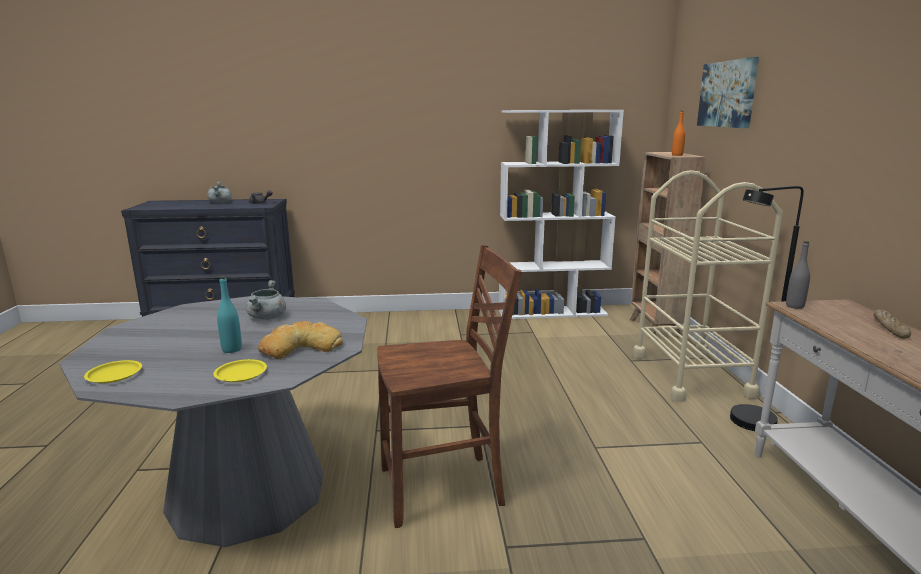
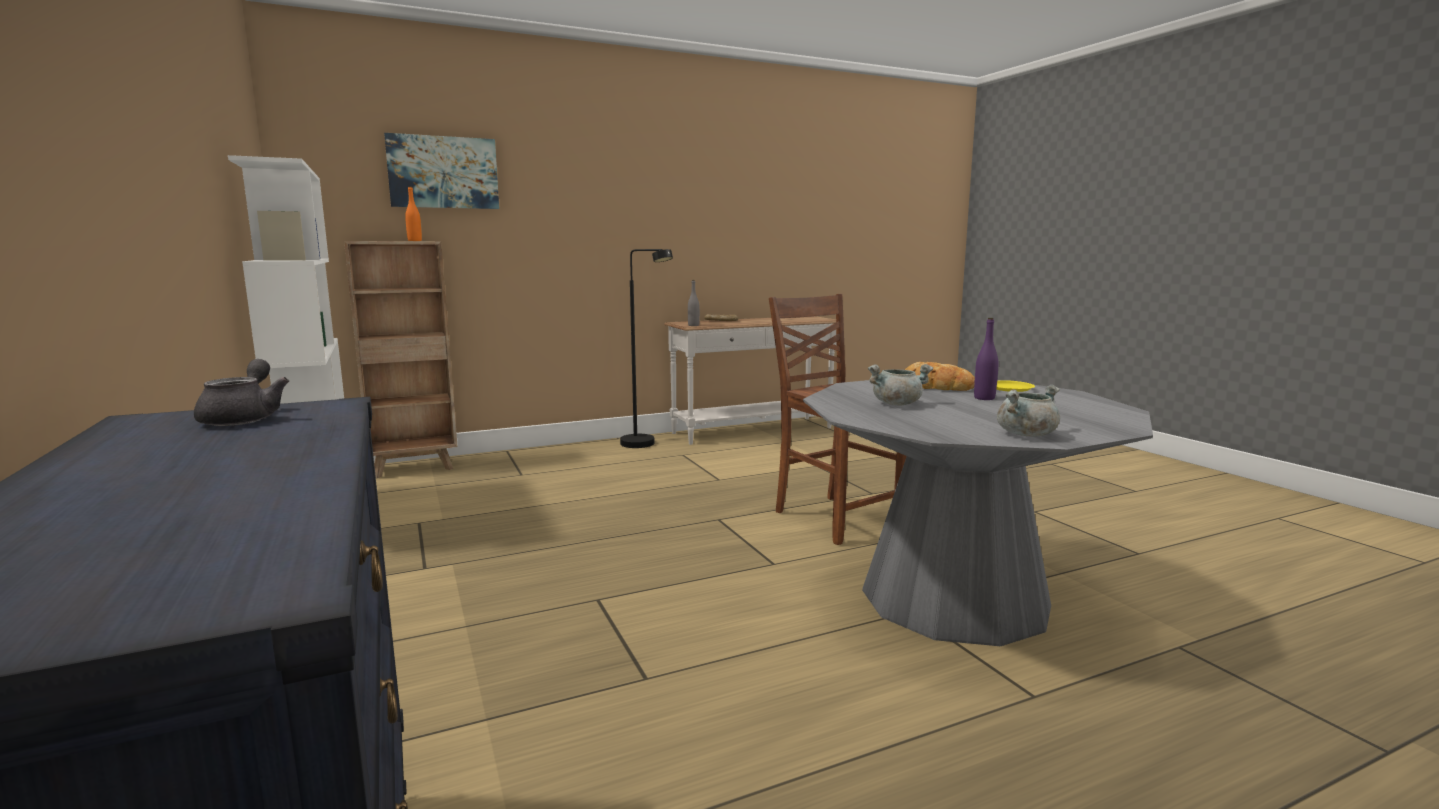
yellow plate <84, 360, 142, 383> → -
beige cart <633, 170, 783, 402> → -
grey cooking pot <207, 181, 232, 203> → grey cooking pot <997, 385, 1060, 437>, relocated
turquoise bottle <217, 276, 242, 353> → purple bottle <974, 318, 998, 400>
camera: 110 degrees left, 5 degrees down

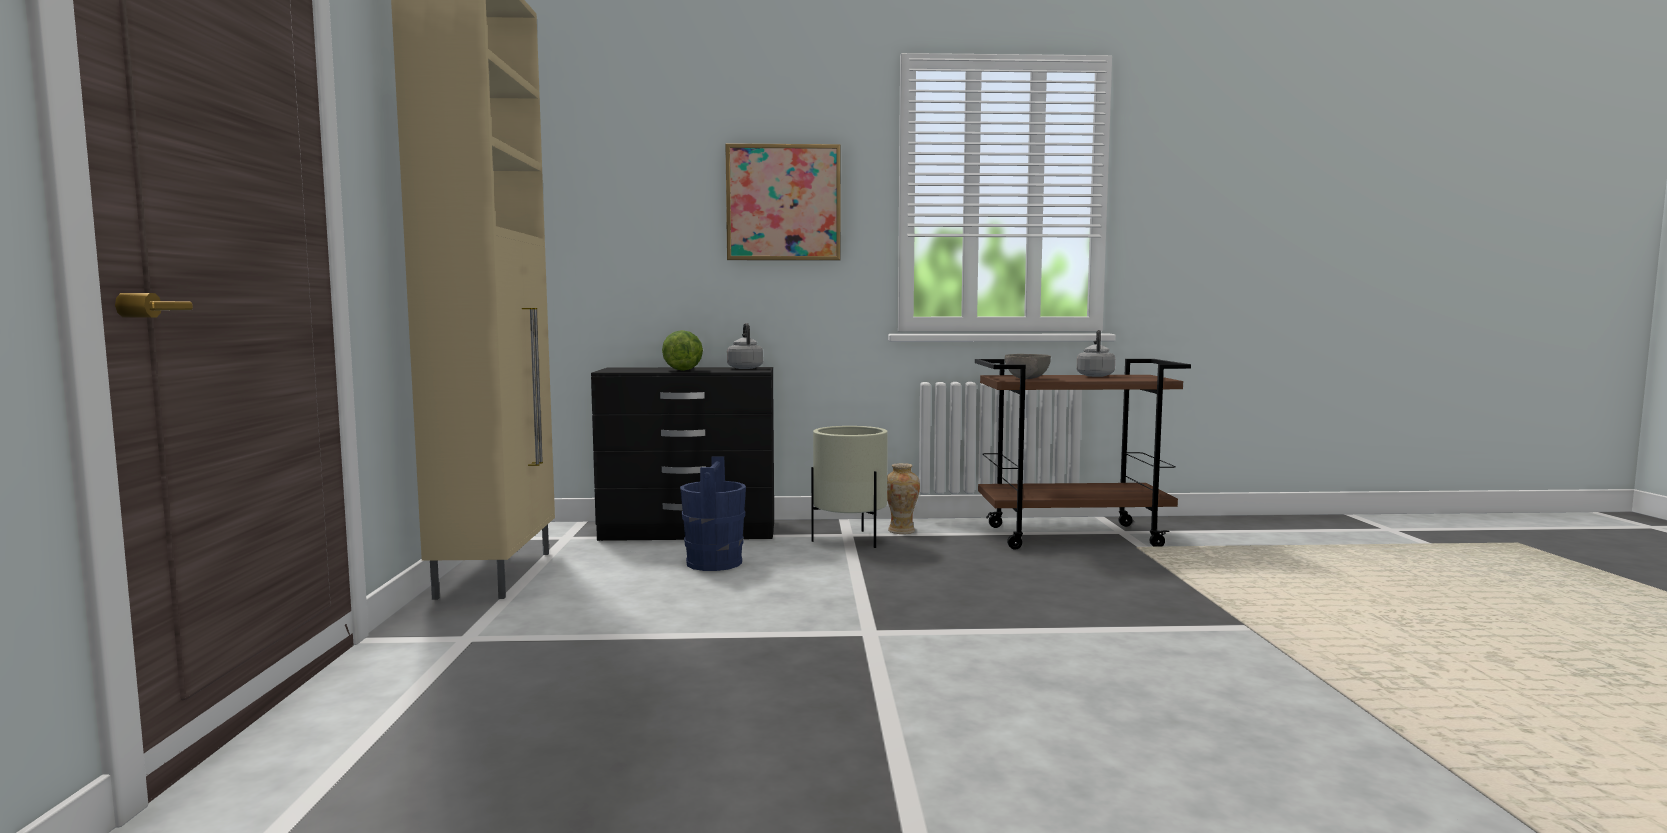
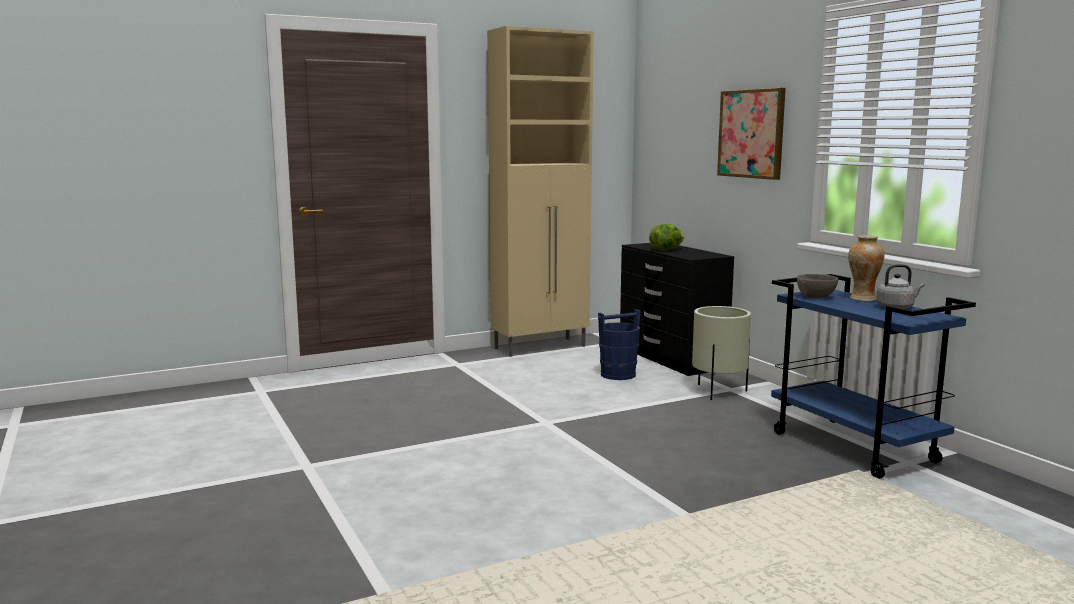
grey kettle <727, 323, 763, 369> → -
vase <887, 463, 920, 534> → vase <848, 235, 885, 301>, relocated
brown cart <975, 359, 1191, 550> → blue cart <771, 274, 976, 479>
camera: 65 degrees right, 5 degrees up

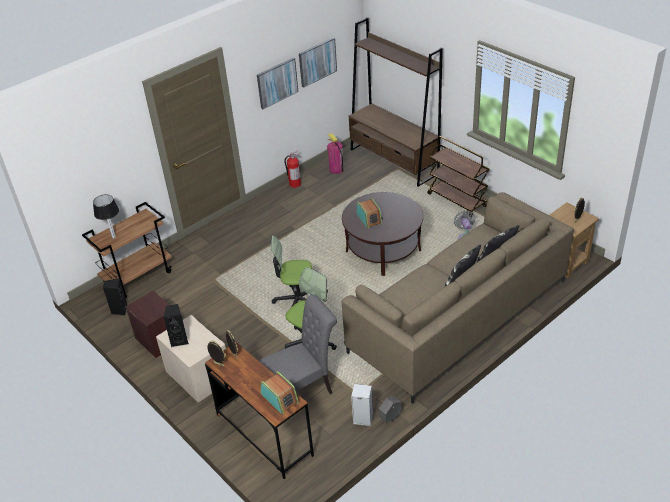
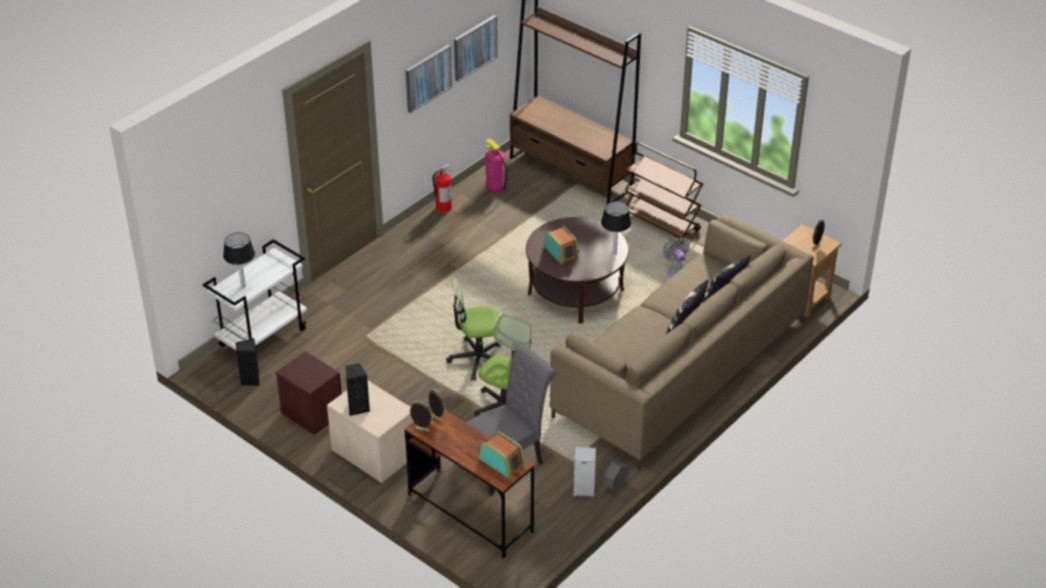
- → table lamp <601, 201, 631, 255>
brown cart <82, 202, 172, 298> → white cart <203, 239, 307, 350>
camera: 10 degrees left, 0 degrees up

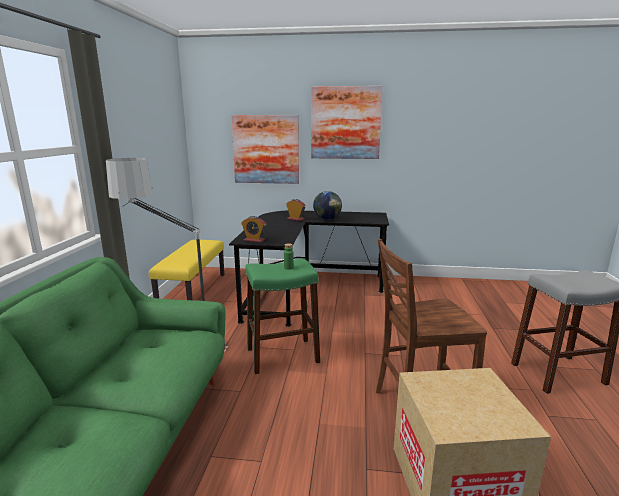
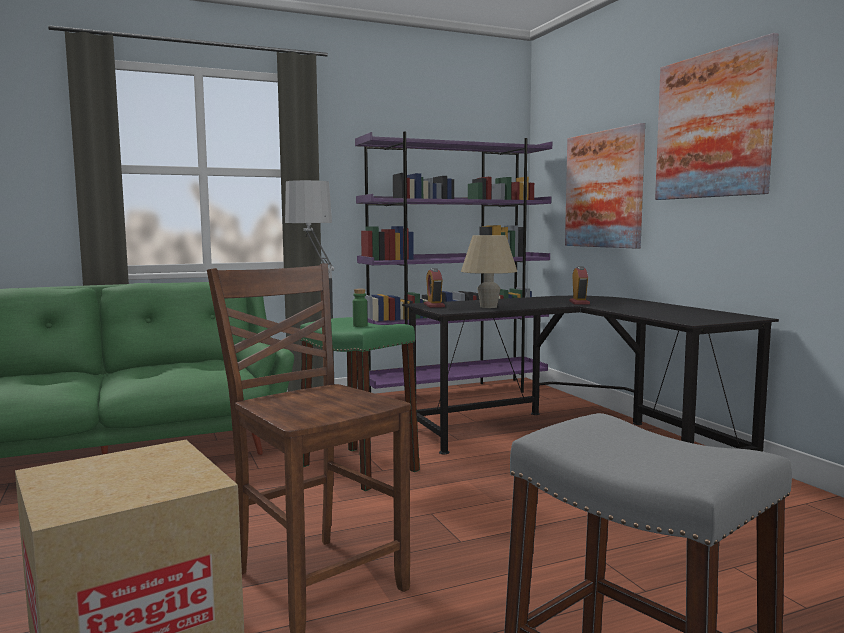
globe <313, 191, 342, 220> → -
- → beige table lamp <461, 235, 517, 308>
yellow bench <149, 240, 224, 300> → purple bookcase <355, 131, 552, 393>
camera: 60 degrees right, 10 degrees down

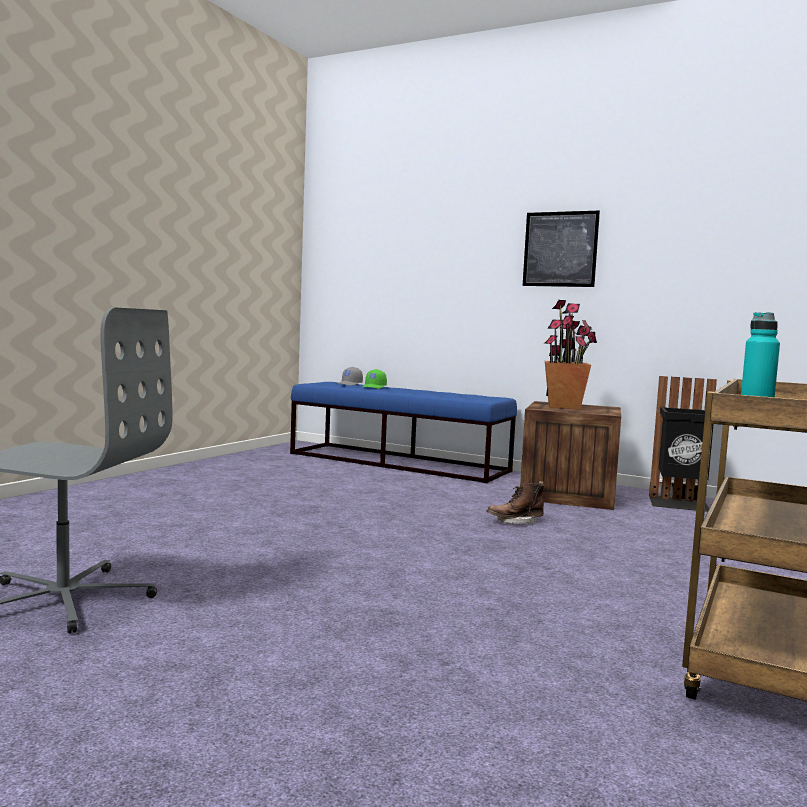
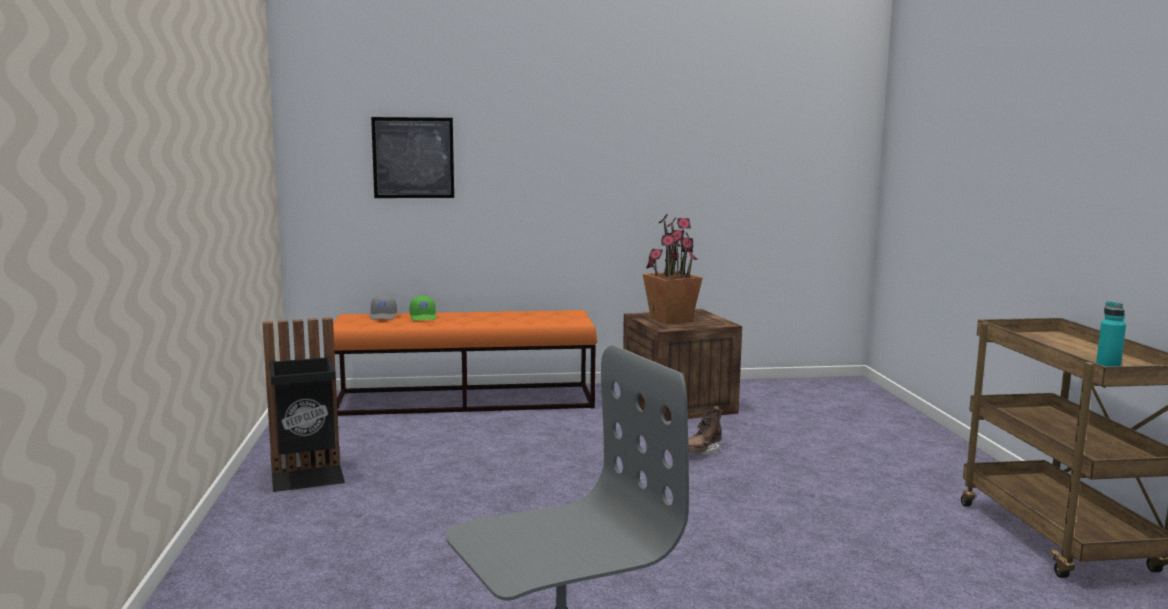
picture <523, 211, 600, 287> → picture <371, 117, 454, 198>, relocated
black trash can <649, 376, 717, 512> → black trash can <262, 317, 345, 492>, relocated
blue bench <290, 382, 517, 483> → orange bench <333, 310, 597, 416>
camera: 35 degrees left, 5 degrees up

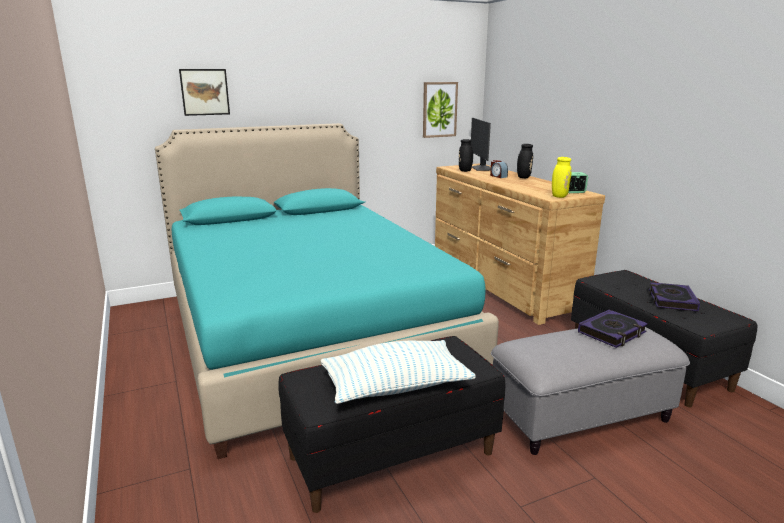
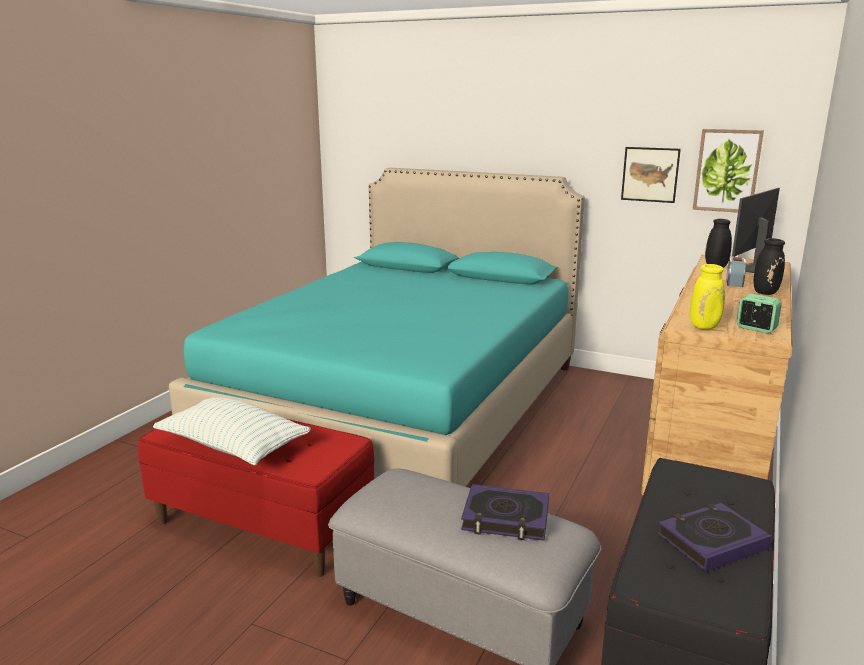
picture <179, 69, 230, 116> → picture <621, 147, 681, 203>, relocated
black bench <278, 336, 505, 513> → red bench <138, 419, 375, 577>
camera: 50 degrees right, 0 degrees up

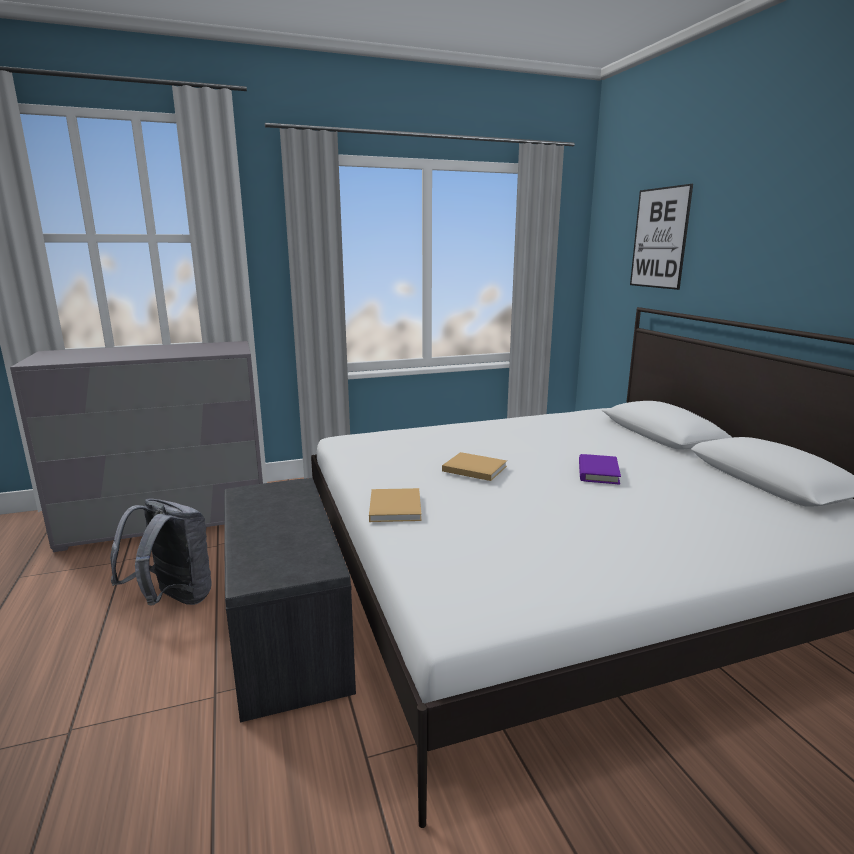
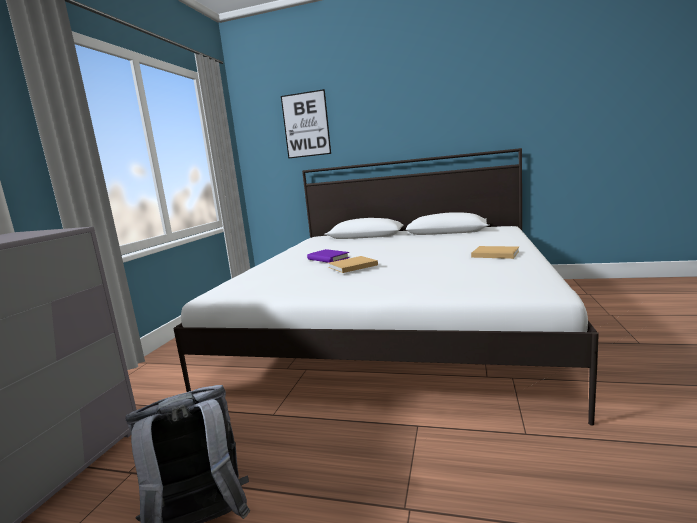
grey bench <224, 478, 356, 722> → -
beige book <369, 488, 421, 522> → beige book <471, 246, 519, 259>, relocated
purple book <579, 454, 621, 485> → purple book <307, 249, 350, 263>, relocated
camera: 55 degrees left, 5 degrees down

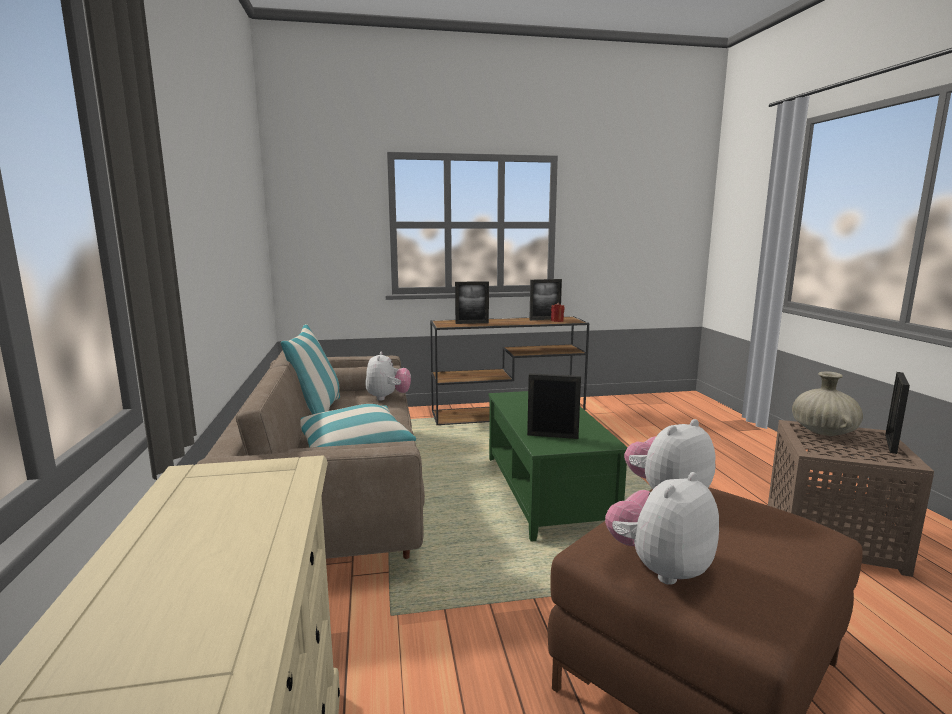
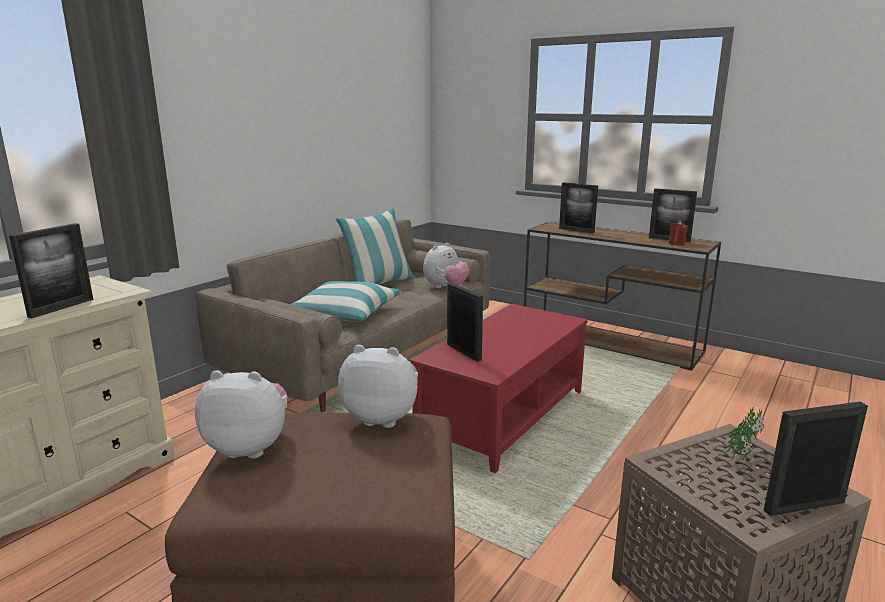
- → picture frame <9, 223, 93, 318>
beige vase <792, 372, 863, 436> → potted plant <727, 407, 764, 461>
green coffee table <489, 391, 628, 542> → red coffee table <409, 304, 588, 473>
camera: 45 degrees right, 5 degrees up

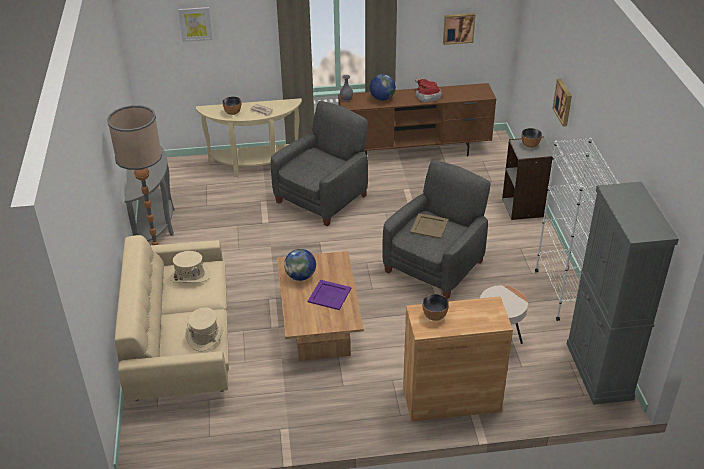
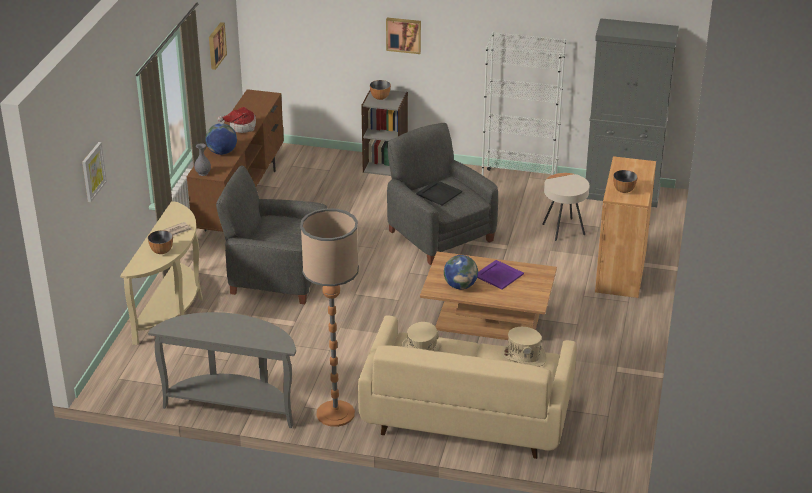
beige tray <410, 213, 449, 239> → black tray <416, 180, 462, 206>
grey armchair <271, 101, 368, 226> → grey armchair <216, 165, 327, 304>, 45 degrees counterclockwise
camera: 70 degrees left, 5 degrees down

